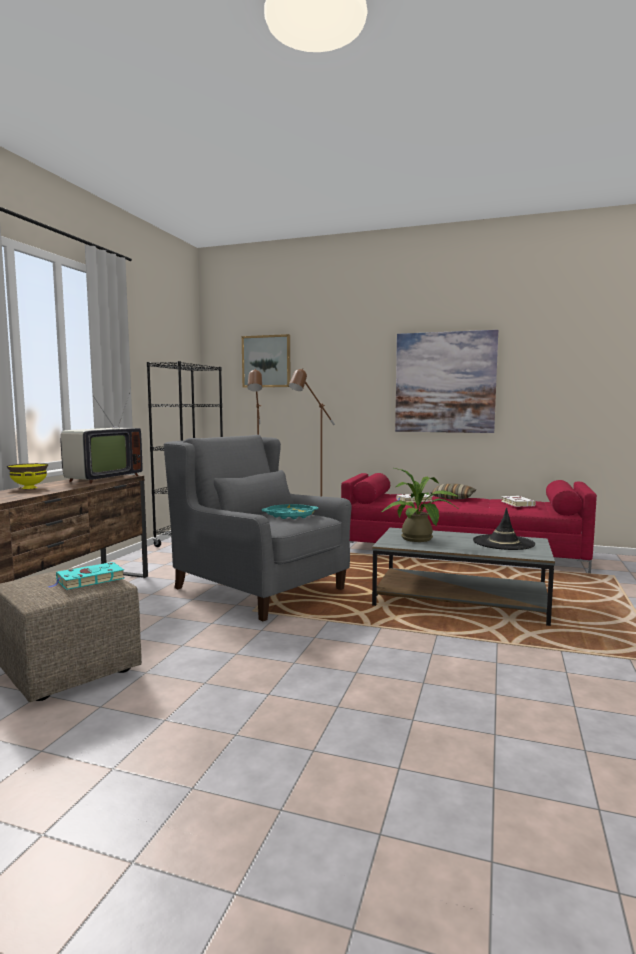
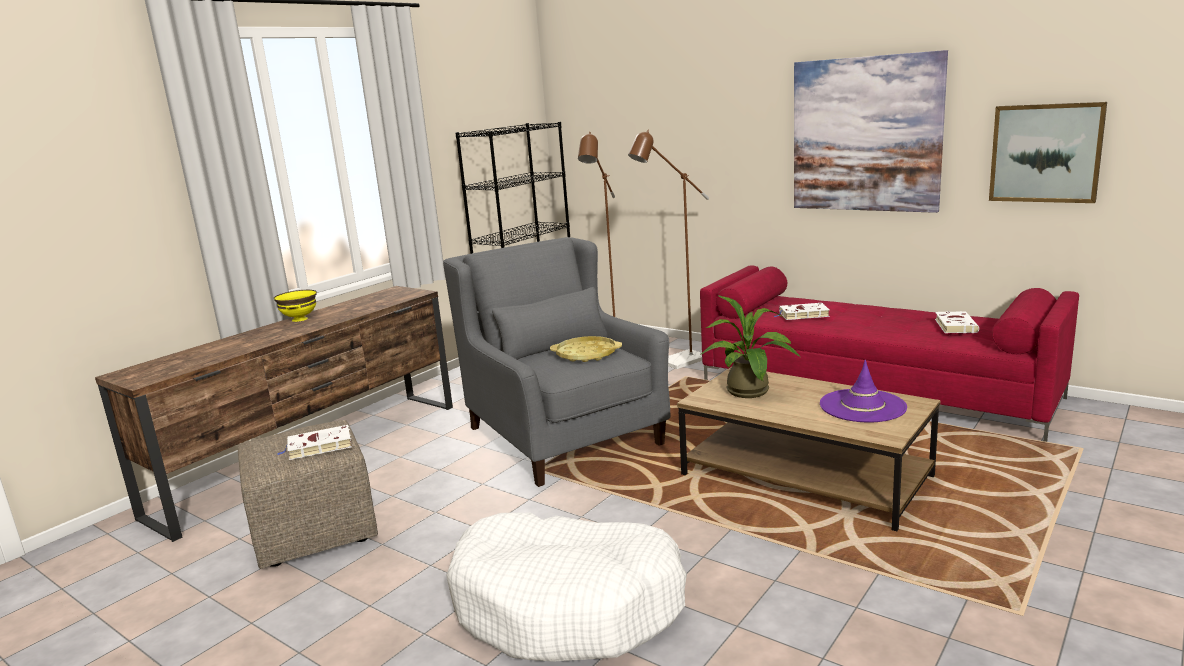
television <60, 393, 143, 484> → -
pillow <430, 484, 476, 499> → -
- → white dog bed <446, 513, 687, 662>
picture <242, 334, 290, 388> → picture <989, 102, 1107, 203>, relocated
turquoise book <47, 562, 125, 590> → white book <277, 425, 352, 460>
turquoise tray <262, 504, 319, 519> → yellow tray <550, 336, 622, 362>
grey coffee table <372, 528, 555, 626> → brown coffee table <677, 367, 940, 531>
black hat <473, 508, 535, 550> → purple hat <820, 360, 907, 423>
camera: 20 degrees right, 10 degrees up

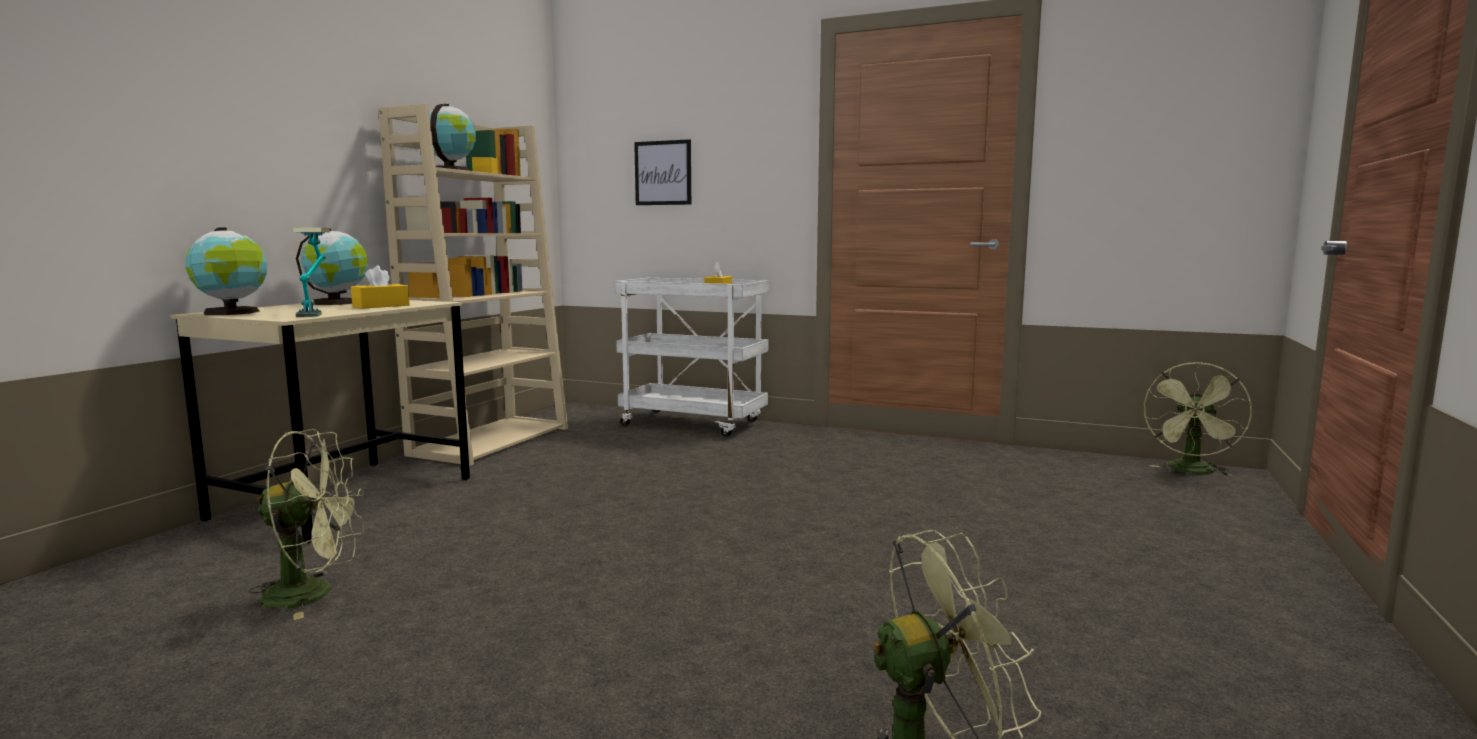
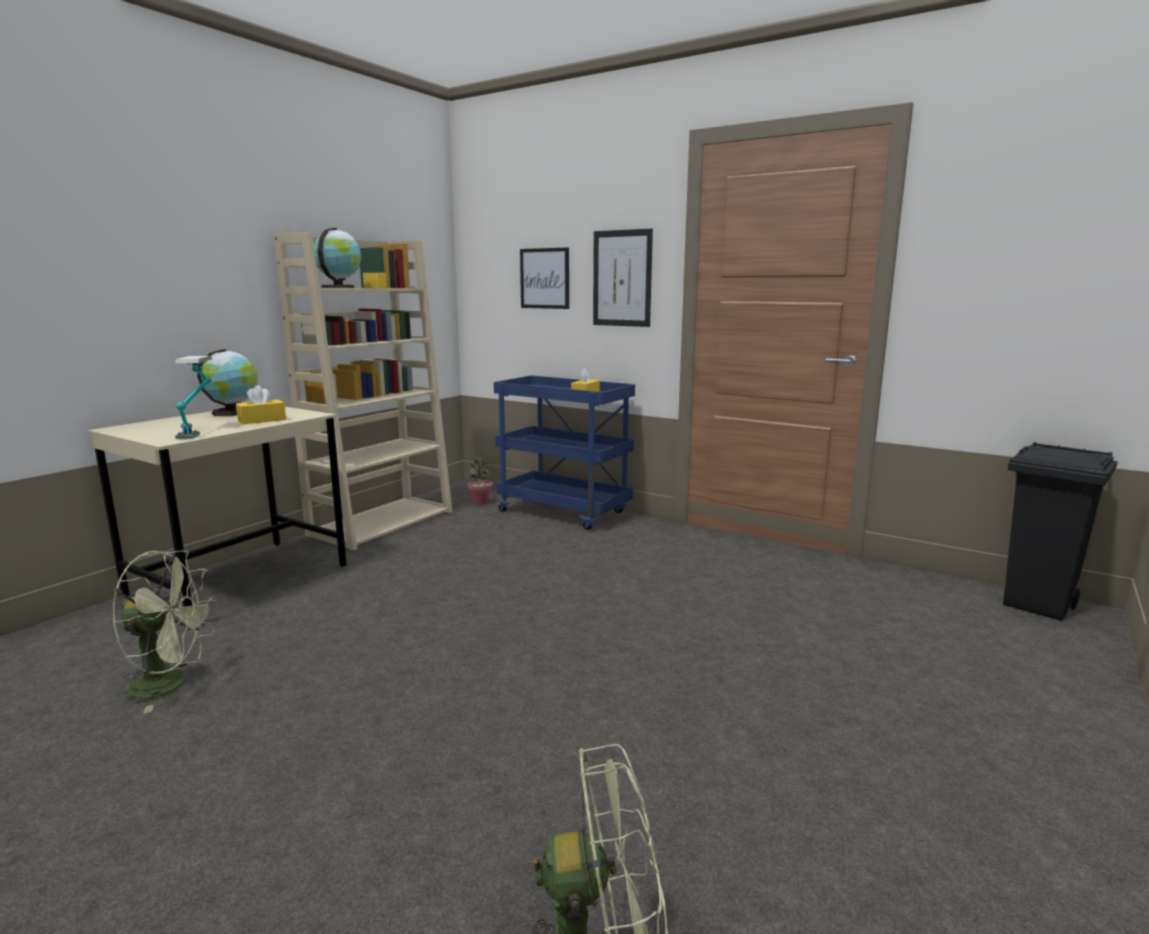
globe <185, 228, 267, 315> → -
- → potted plant <468, 456, 493, 505>
- → picture <593, 229, 653, 327>
green fan <1144, 362, 1252, 476> → black trash can <1003, 442, 1118, 621>
white cart <615, 278, 769, 437> → blue cart <494, 375, 635, 530>
camera: 10 degrees right, 5 degrees up

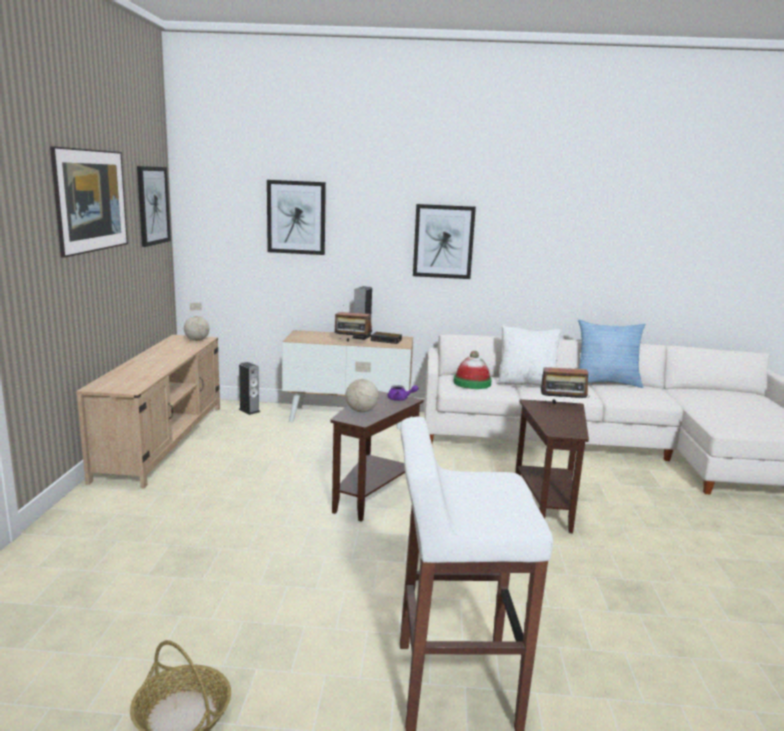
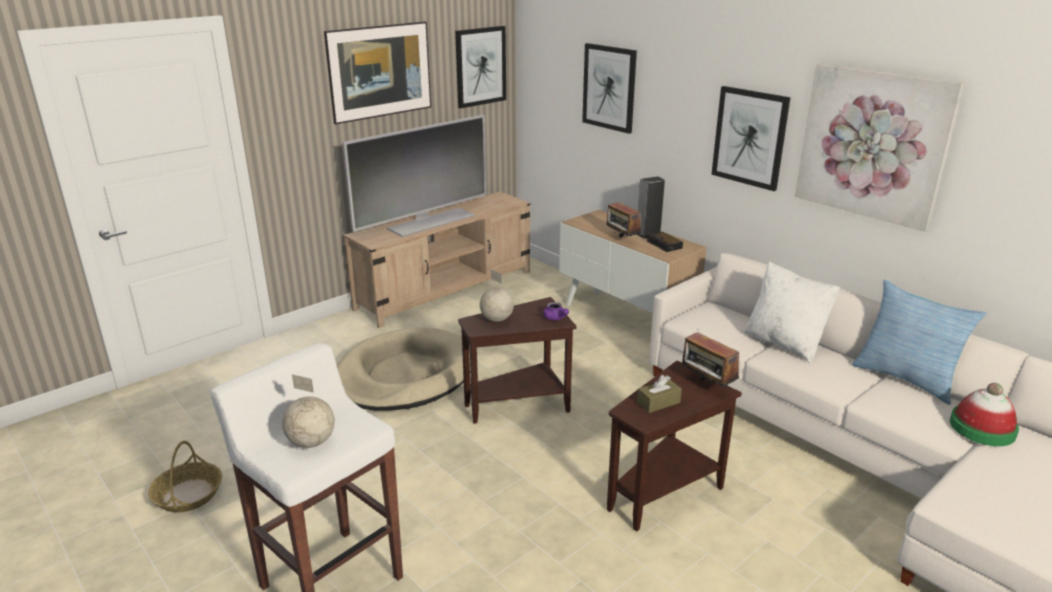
speaker <239, 362, 260, 415> → -
- → beige dog bed <337, 327, 471, 411>
- → television <343, 115, 486, 237>
- → brown tissue box <637, 375, 682, 413>
- → picture <795, 63, 965, 232>
globe <184, 303, 209, 341> → globe <282, 374, 335, 448>, relocated
hat <453, 351, 492, 389> → hat <950, 383, 1019, 446>, relocated
camera: 45 degrees right, 10 degrees up

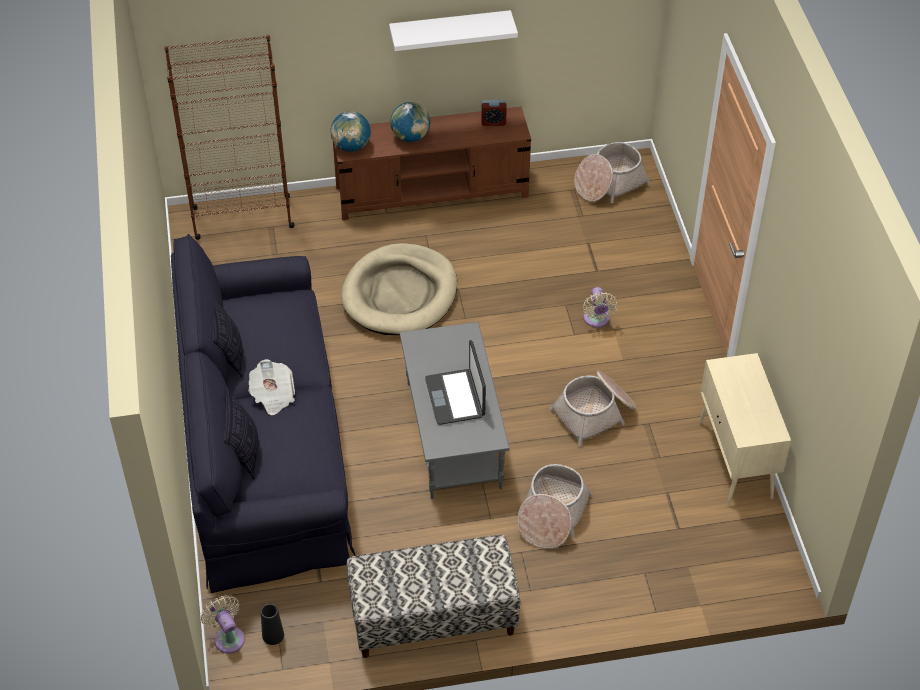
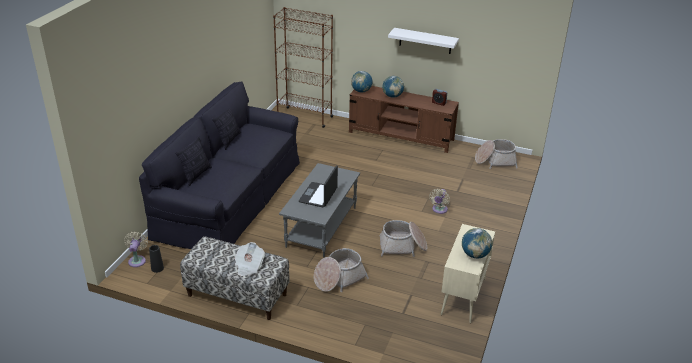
beige dog bed <341, 243, 457, 335> → -
- → globe <462, 228, 492, 258>
newspaper <249, 359, 295, 415> → newspaper <234, 242, 265, 276>, relocated
camera: 30 degrees right, 15 degrees down

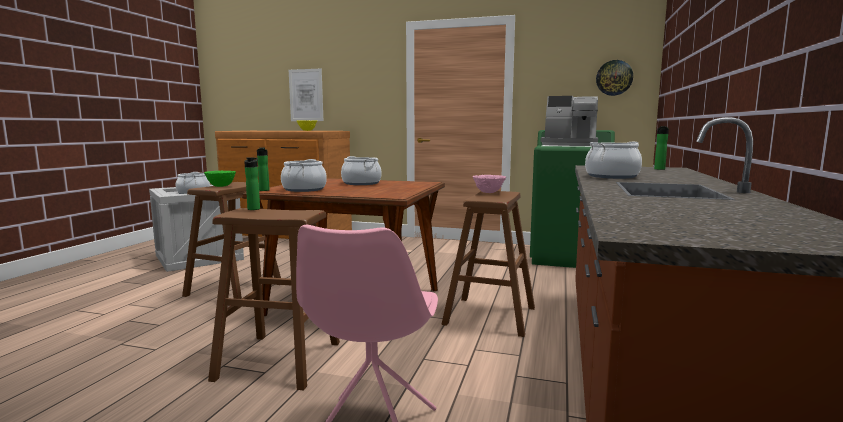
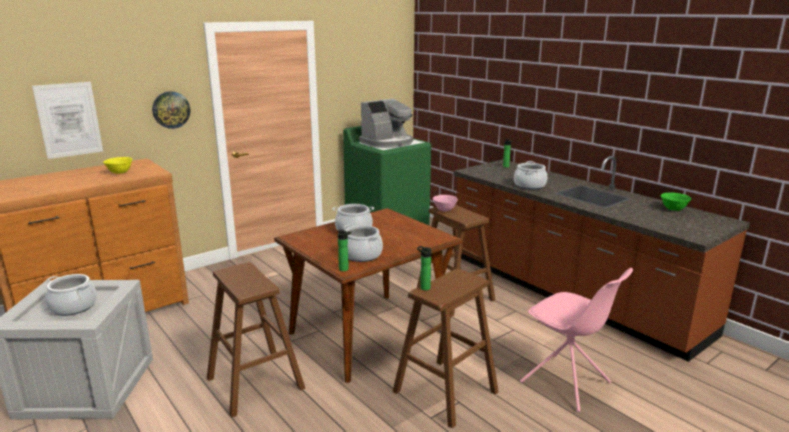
green bowl <204, 171, 236, 187> → green bowl <661, 193, 691, 211>, relocated
wall clock <596, 60, 633, 96> → wall clock <152, 91, 190, 129>, relocated
camera: 55 degrees left, 10 degrees up

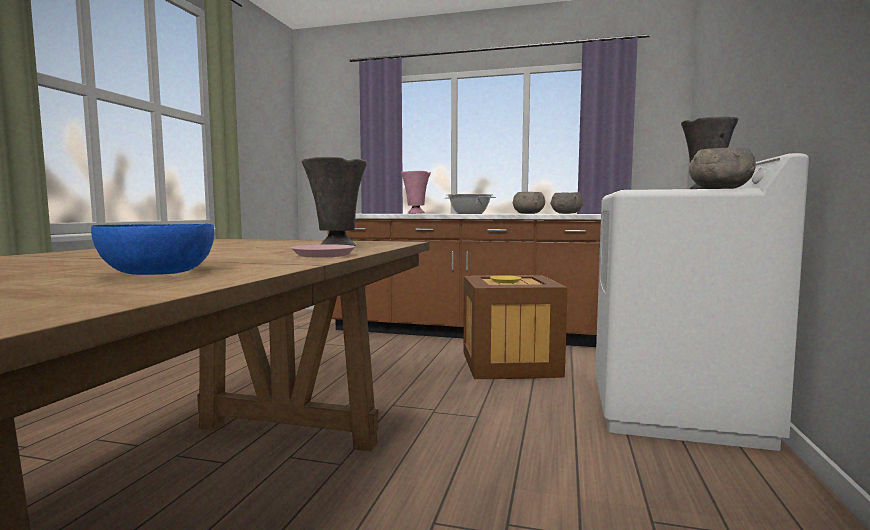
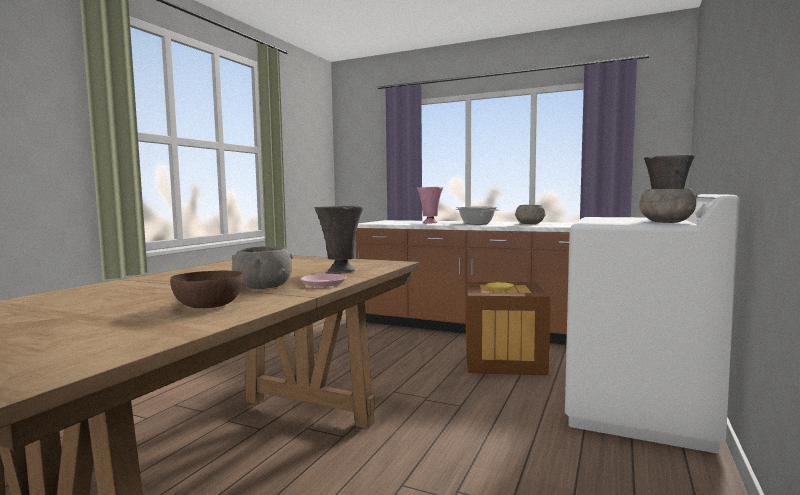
grey bowl <550, 192, 584, 214> → grey bowl <232, 246, 293, 289>, relocated
blue bowl <91, 224, 214, 275> → brown bowl <170, 271, 243, 308>
camera: 10 degrees right, 0 degrees up

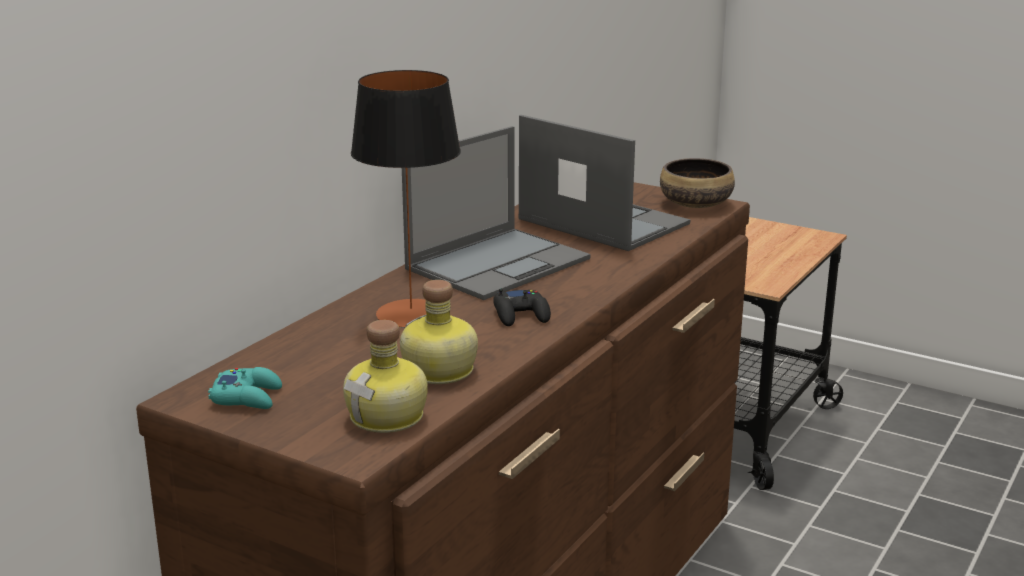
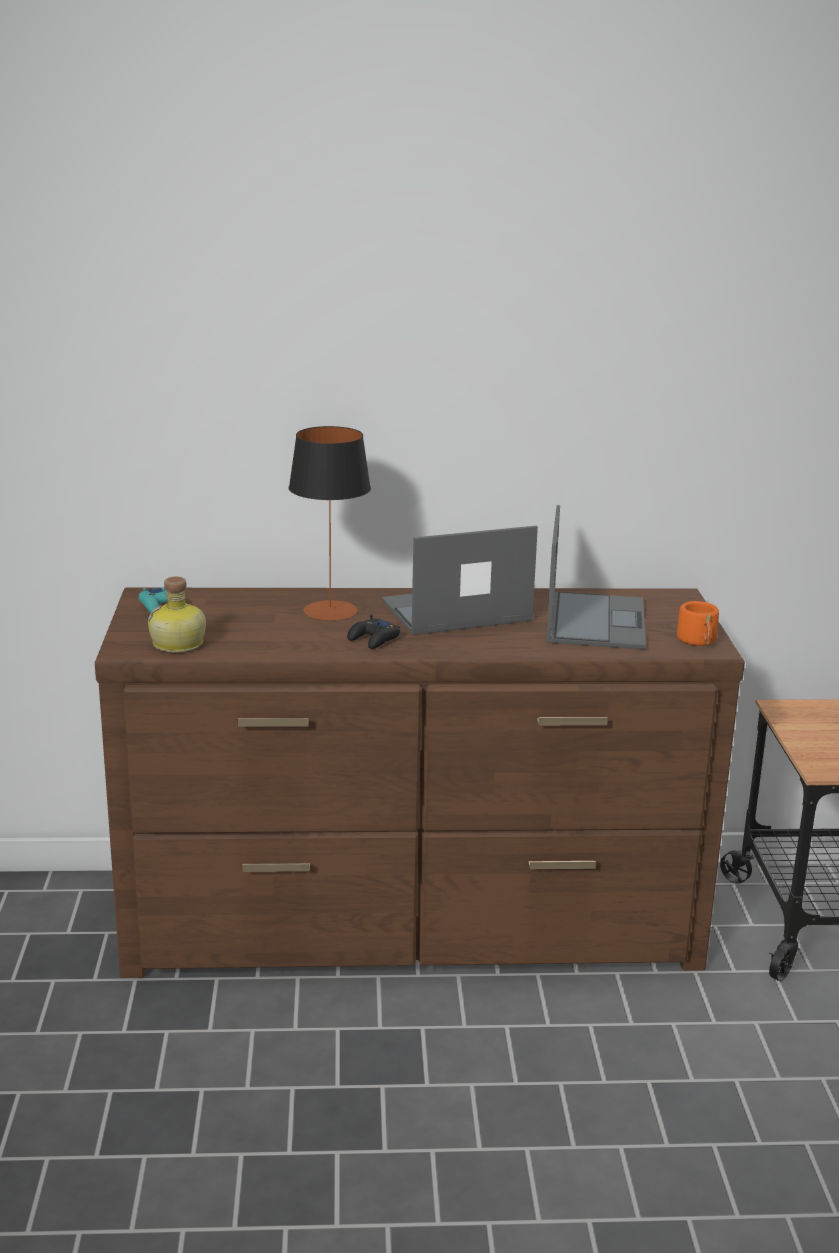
bottle <400, 280, 478, 384> → -
bowl <660, 158, 735, 208> → orange mug <677, 601, 719, 646>
laptop <402, 126, 591, 300> → laptop <382, 526, 538, 635>, 150 degrees clockwise
camera: 55 degrees right, 0 degrees up

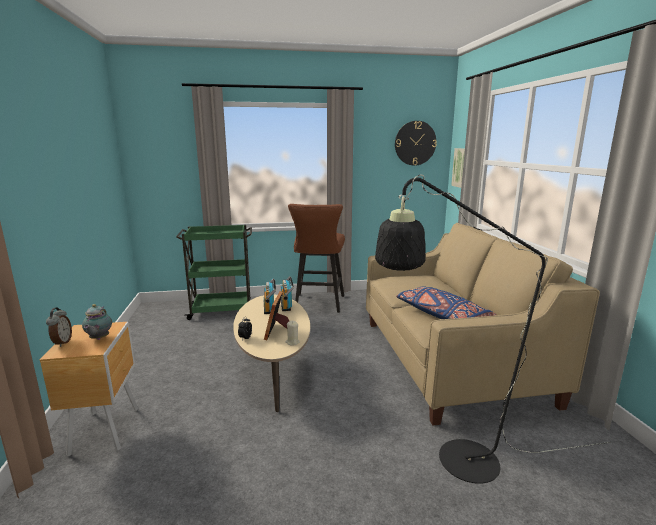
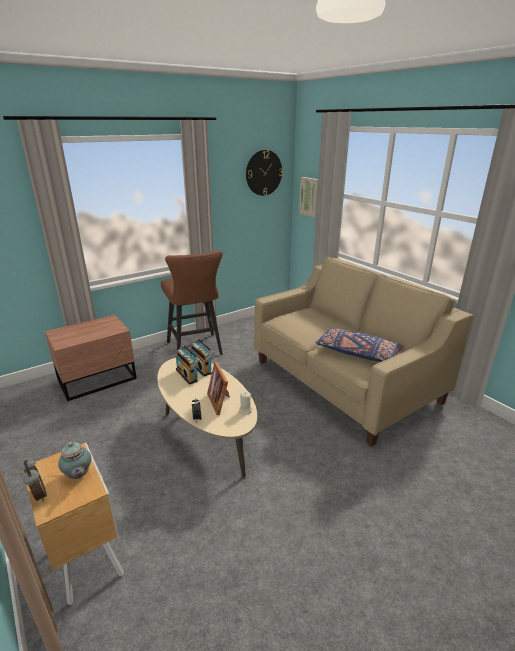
black floor lamp <375, 175, 611, 484> → -
green cart <176, 225, 252, 320> → brown nightstand <45, 315, 137, 401>
camera: 25 degrees left, 10 degrees up

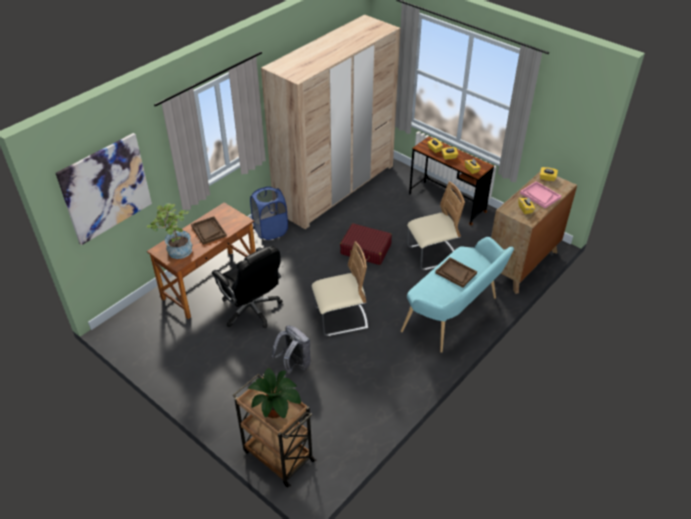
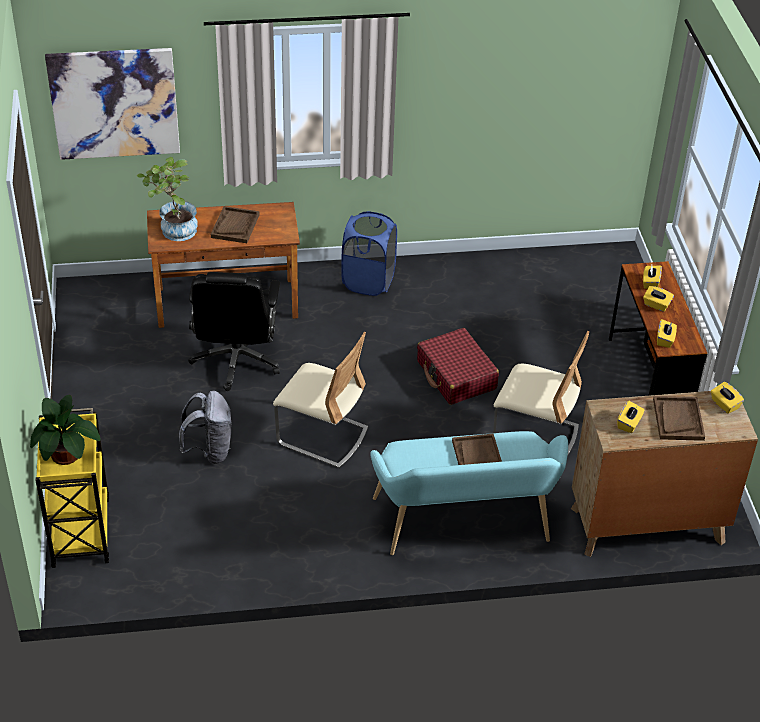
beige wardrobe <261, 15, 400, 229> → -
brown cart <233, 373, 316, 488> → yellow cart <35, 408, 109, 568>
pink tray <520, 181, 561, 208> → brown tray <653, 396, 705, 441>
camera: 40 degrees right, 0 degrees up

